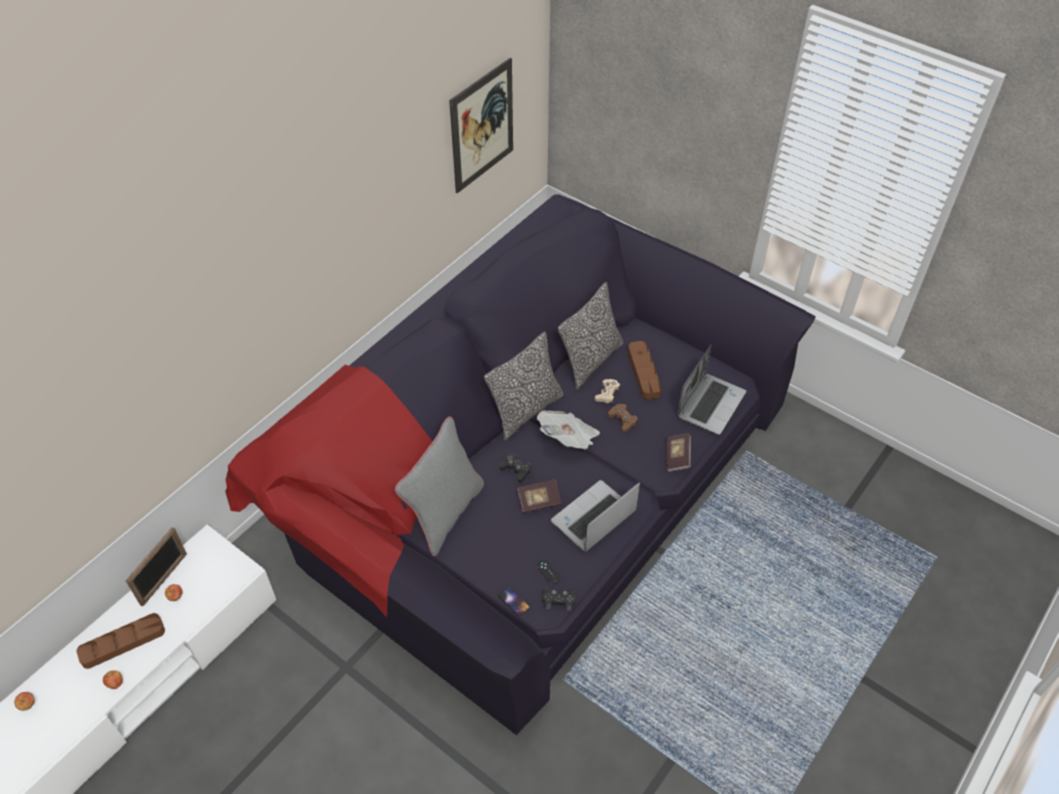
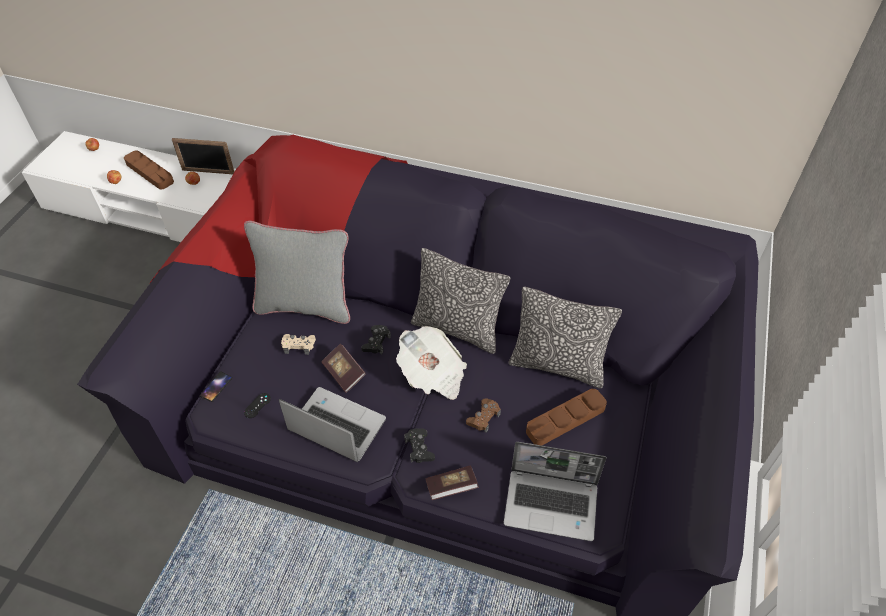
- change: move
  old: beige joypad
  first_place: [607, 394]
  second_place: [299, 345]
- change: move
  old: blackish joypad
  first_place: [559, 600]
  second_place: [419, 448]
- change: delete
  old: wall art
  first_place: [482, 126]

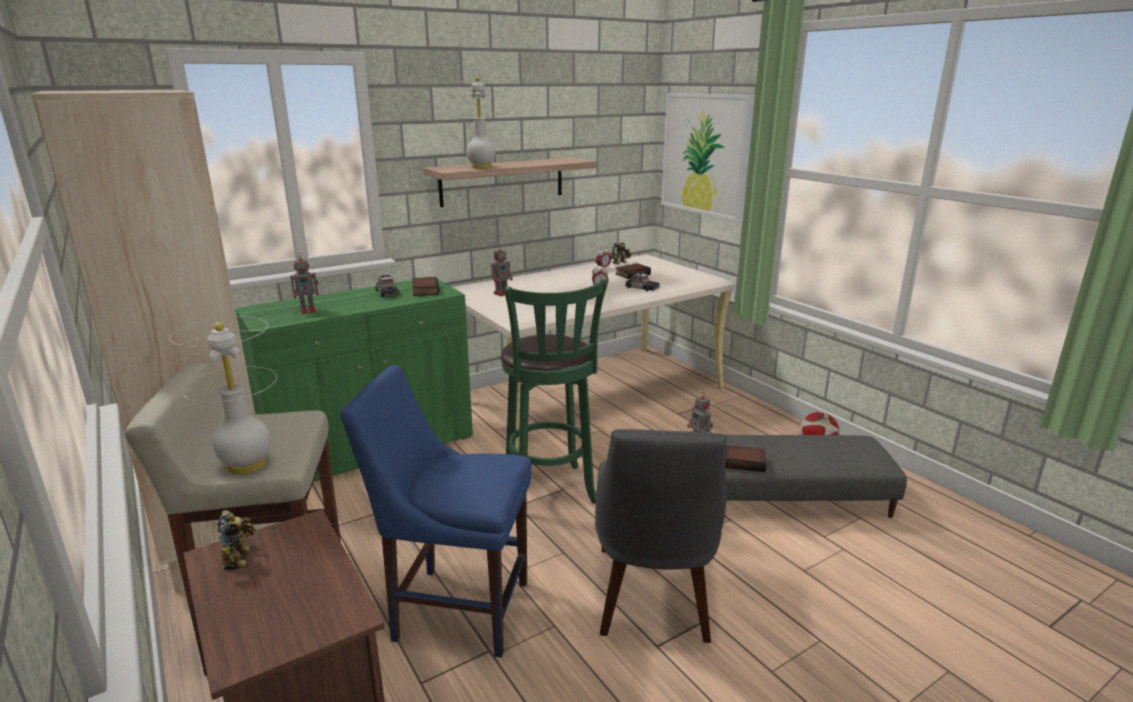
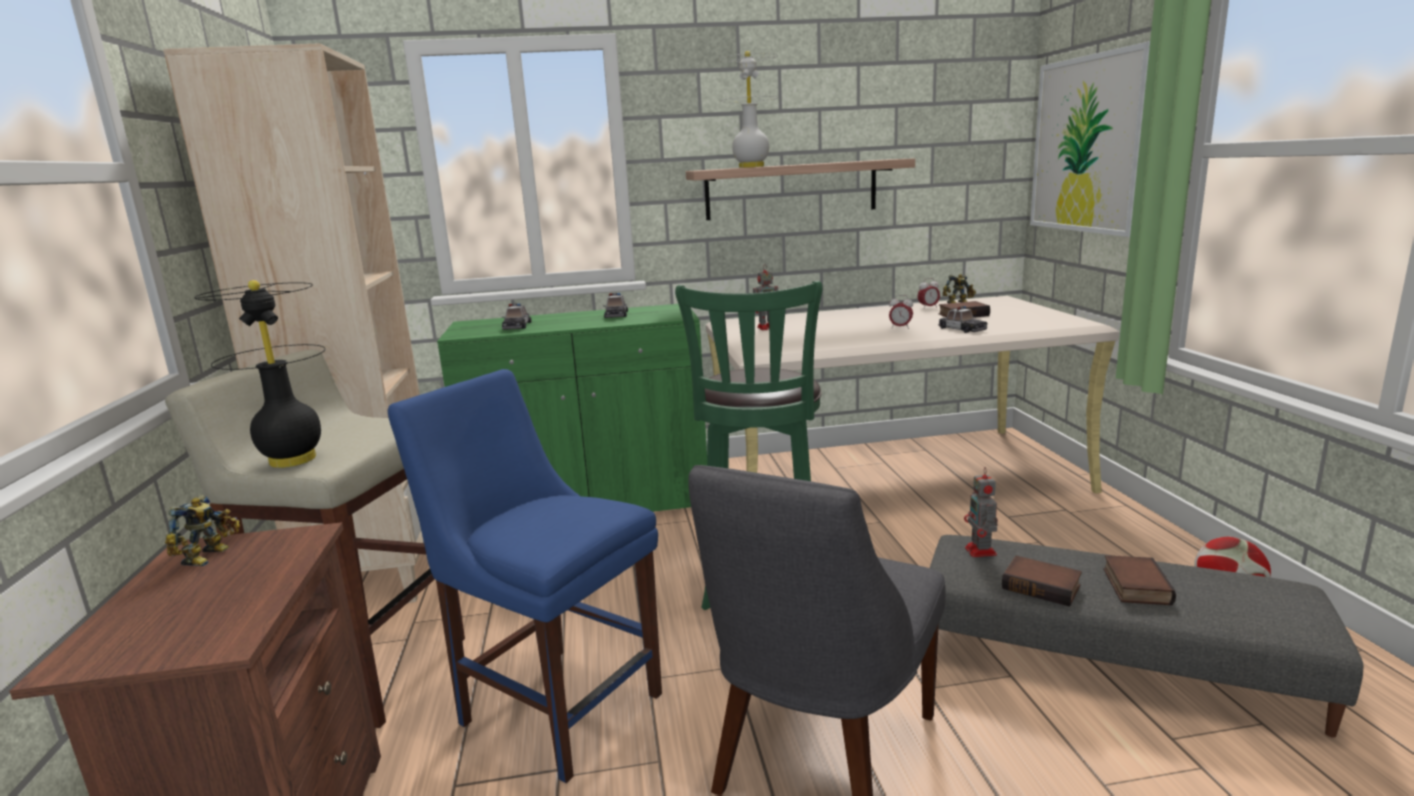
- change: recolor
  old: whitish lamp for a table
  new: blackish lamp for a table
  first_place: [247, 464]
  second_place: [294, 459]
- change: replace
  old: toy robot
  new: model car
  first_place: [309, 310]
  second_place: [516, 326]
- change: move
  old: book
  first_place: [424, 290]
  second_place: [1134, 586]

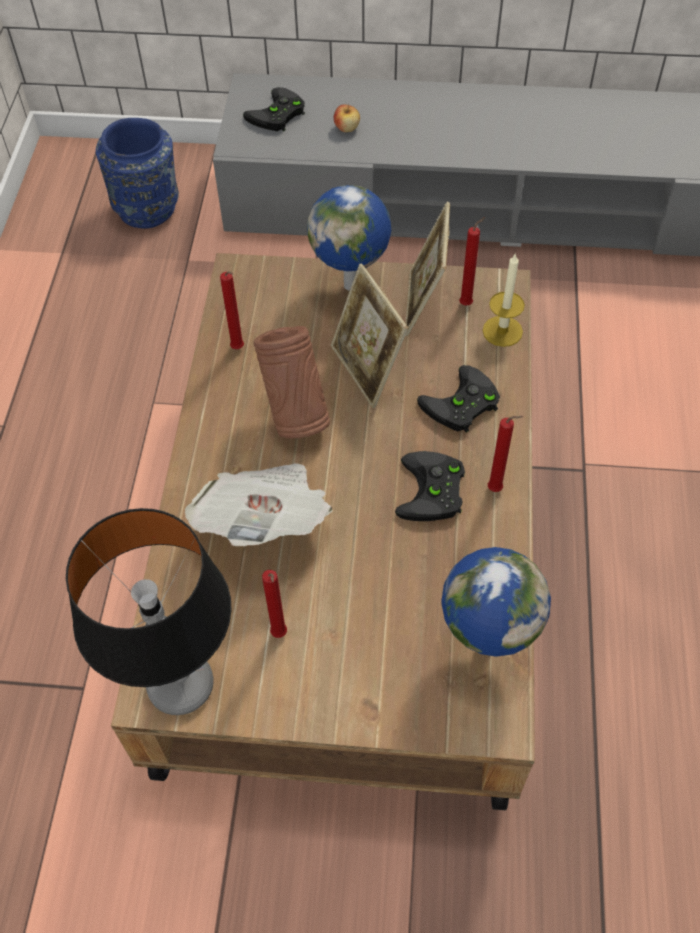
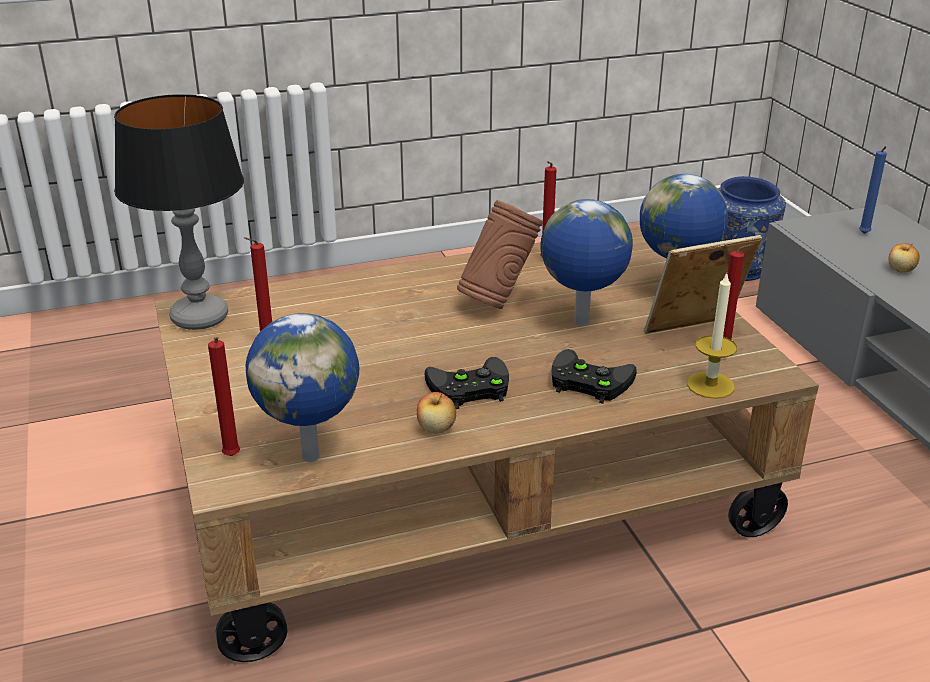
- change: move
  old: red wax light
  first_place: [497, 489]
  second_place: [231, 458]
- change: insert
  new: apple fruit
  second_place: [436, 428]
- change: replace
  old: photo frame
  new: world globe
  first_place: [367, 370]
  second_place: [581, 323]
- change: replace
  old: blackish joypad
  new: blue-coloured wax light
  first_place: [277, 115]
  second_place: [864, 234]
- change: delete
  old: newspaper
  first_place: [266, 521]

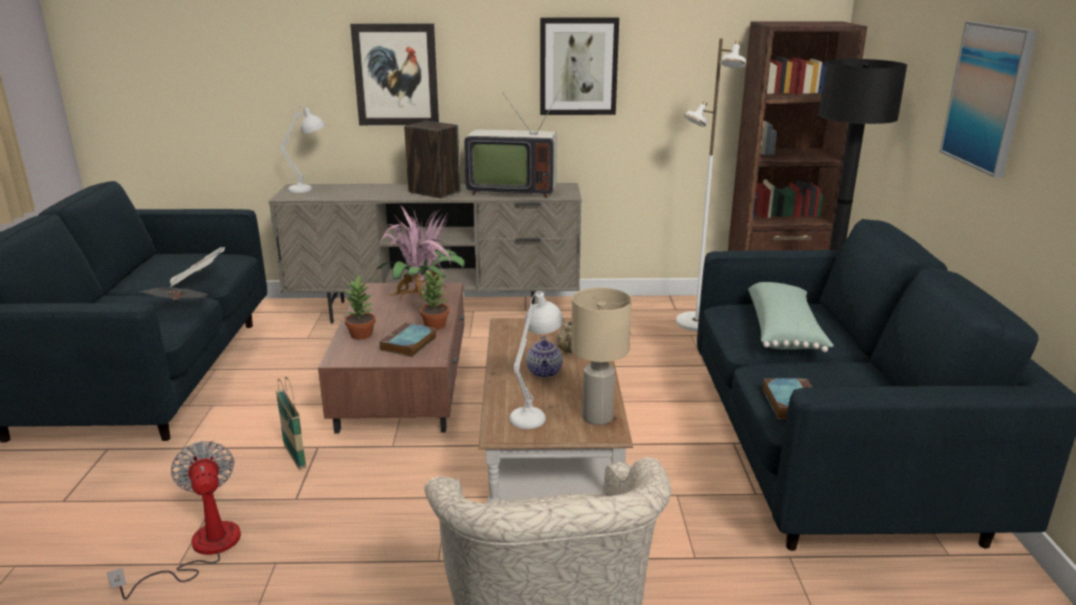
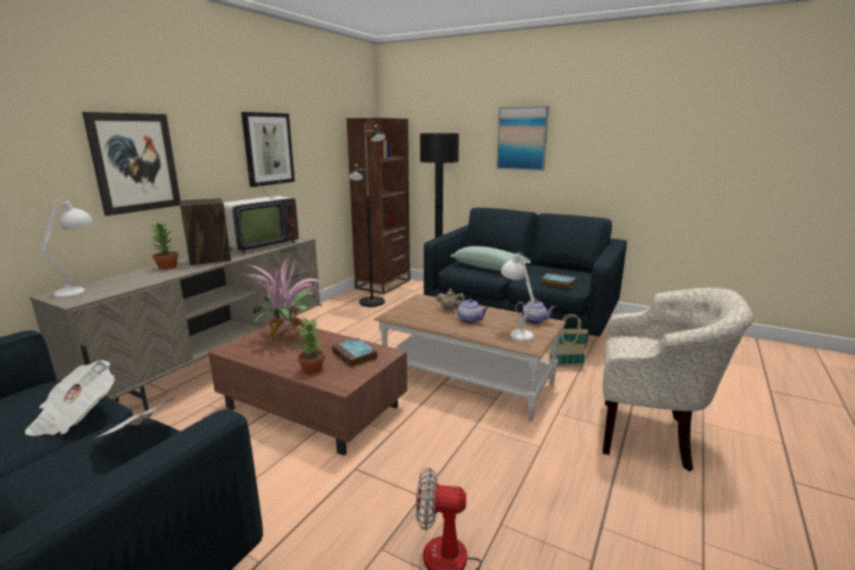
- change: move
  old: houseplant
  first_place: [434, 325]
  second_place: [167, 267]
- change: recolor
  old: whitish standing lamp
  new: blackish standing lamp
  first_place: [696, 323]
  second_place: [372, 302]
- change: replace
  old: beige lamp for a table
  new: tea pot
  first_place: [598, 417]
  second_place: [534, 321]
- change: move
  old: storage basket
  first_place: [294, 456]
  second_place: [566, 365]

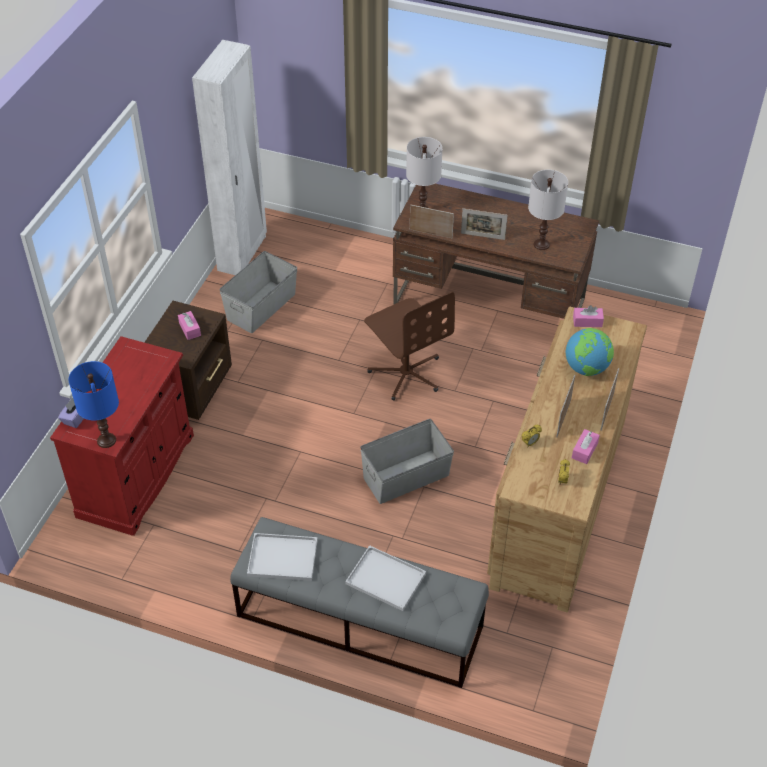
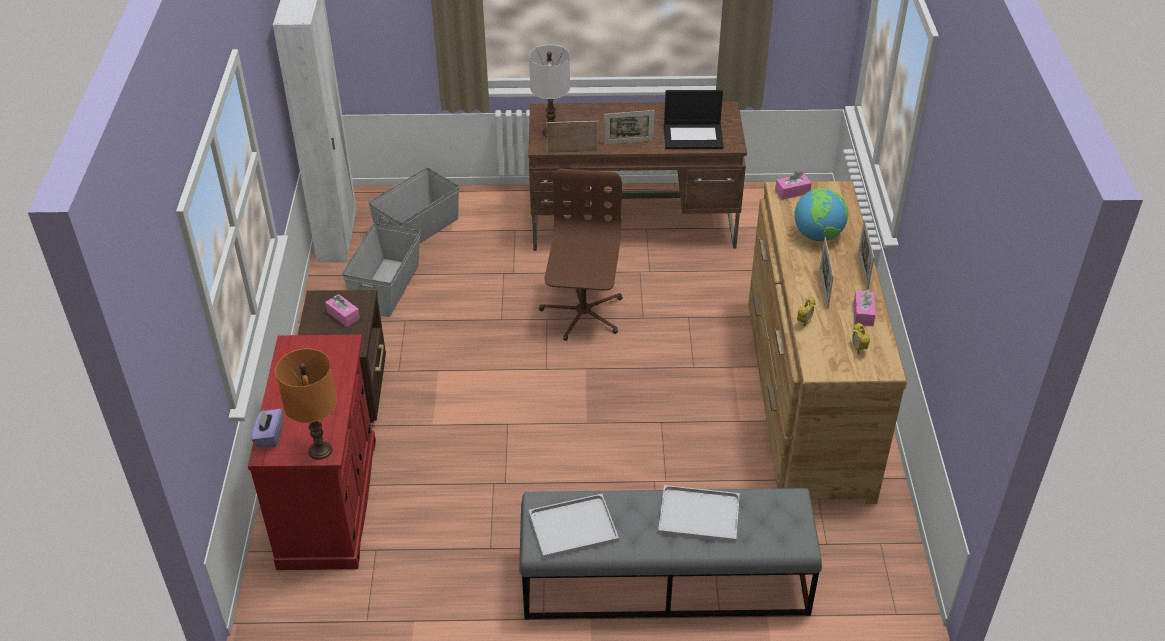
- change: recolor
  old: blue-coloured lamp for a table
  new: orange-coloured lamp for a table
  first_place: [106, 440]
  second_place: [320, 450]
- change: move
  old: greyish storage container
  first_place: [405, 476]
  second_place: [417, 229]
- change: rotate
  old: brown computer chair
  first_place: [406, 373]
  second_place: [582, 313]
  degrees: -120
- change: replace
  old: whitish lamp for a table
  new: notebook computer
  first_place: [541, 244]
  second_place: [693, 136]

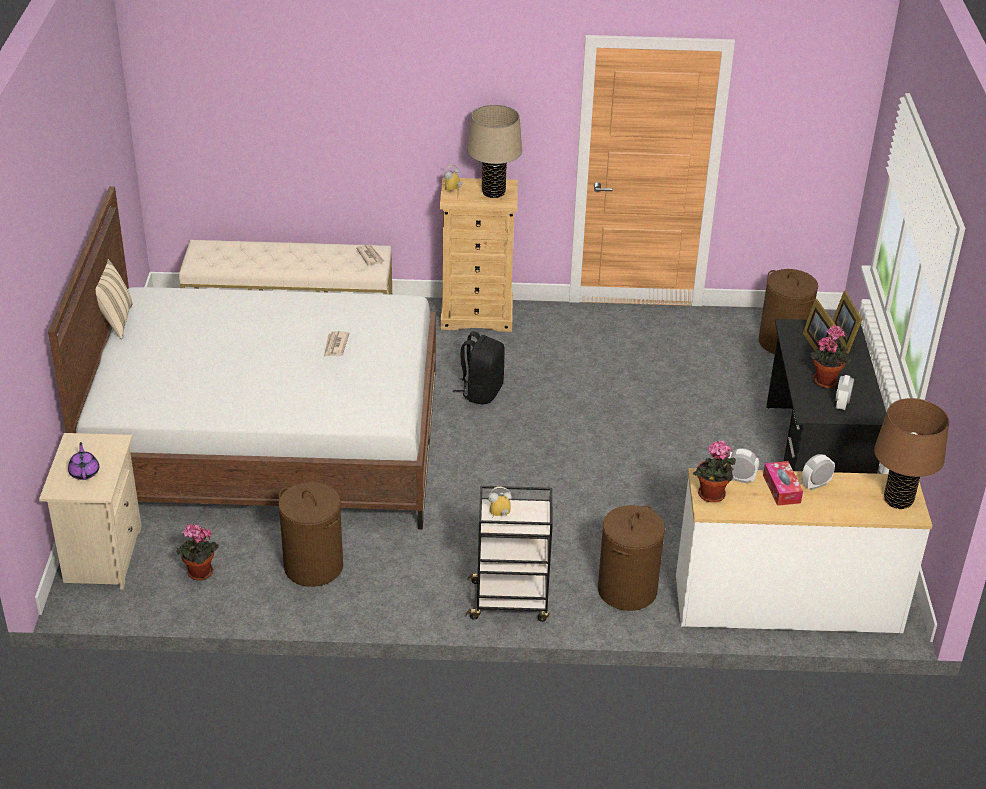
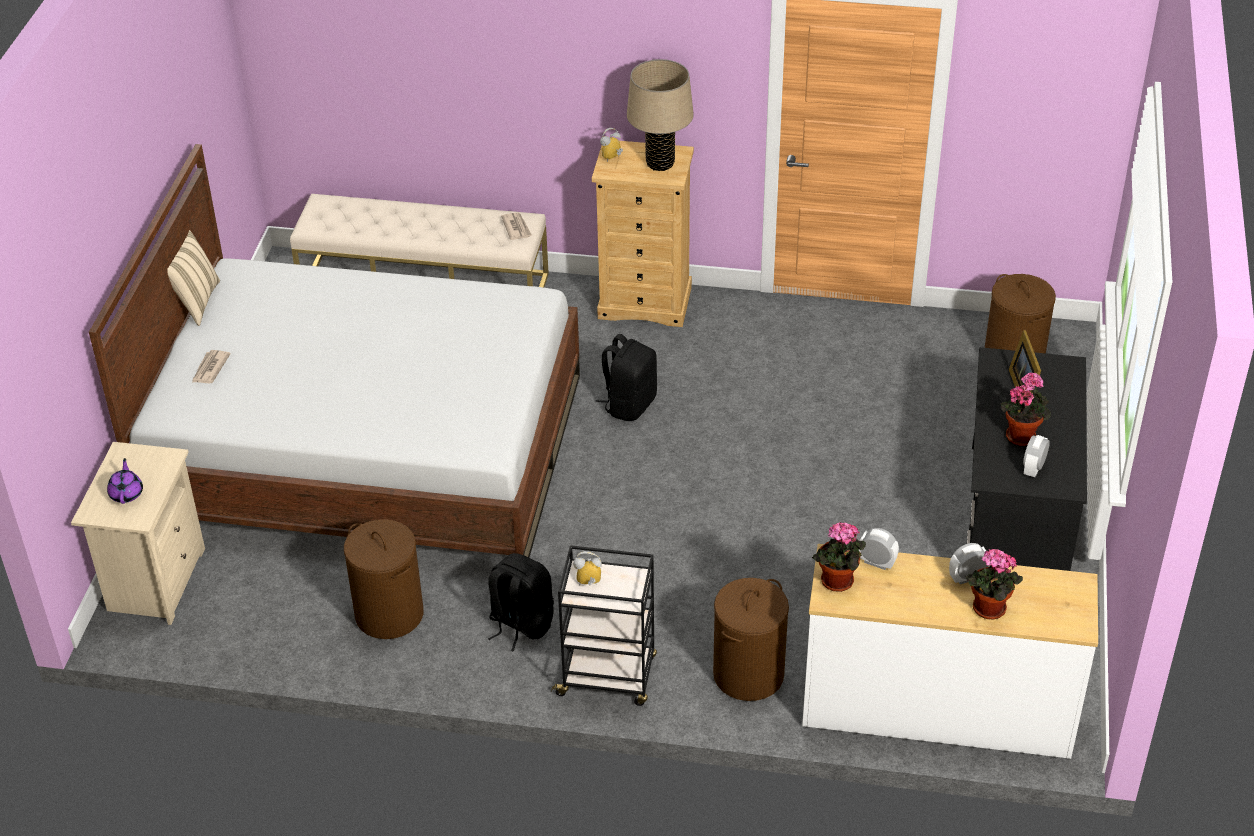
- change: move
  old: newspaper
  first_place: [335, 345]
  second_place: [210, 369]
- change: insert
  new: blackish rucksack
  second_place: [520, 624]
- change: move
  old: houseplant
  first_place: [199, 574]
  second_place: [987, 610]
- change: delete
  old: box of tissues
  first_place: [781, 489]
- change: delete
  old: photo frame
  first_place: [845, 337]
- change: delete
  old: brown lamp for a table
  first_place: [898, 500]

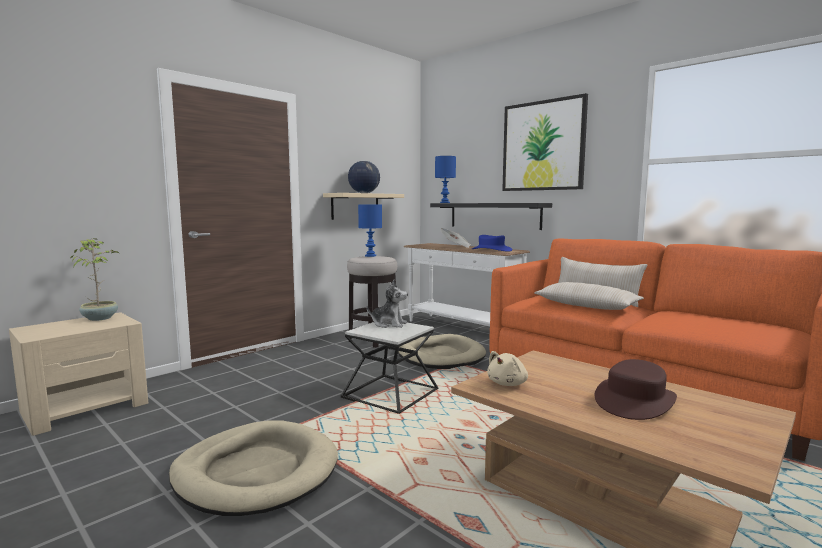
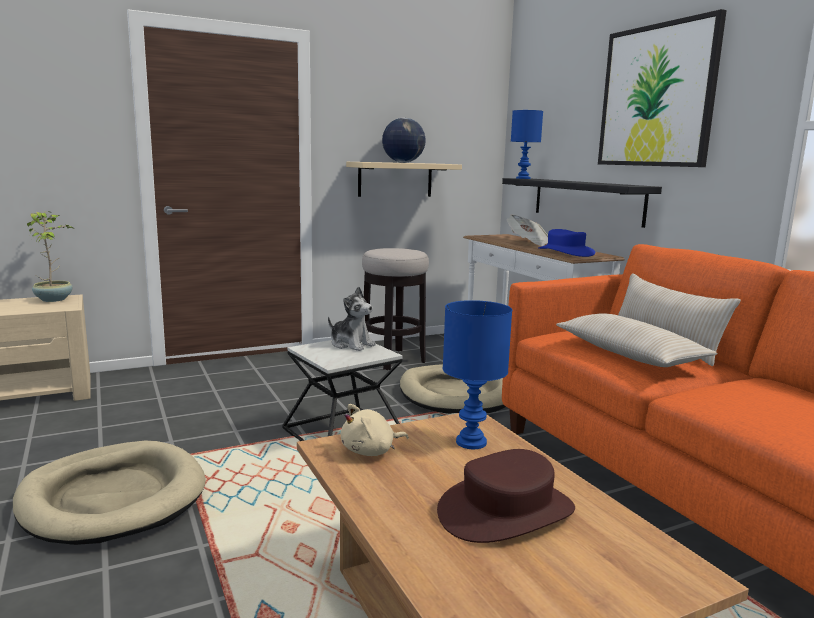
- change: move
  old: blue-coloured lamp for a table
  first_place: [370, 256]
  second_place: [472, 442]

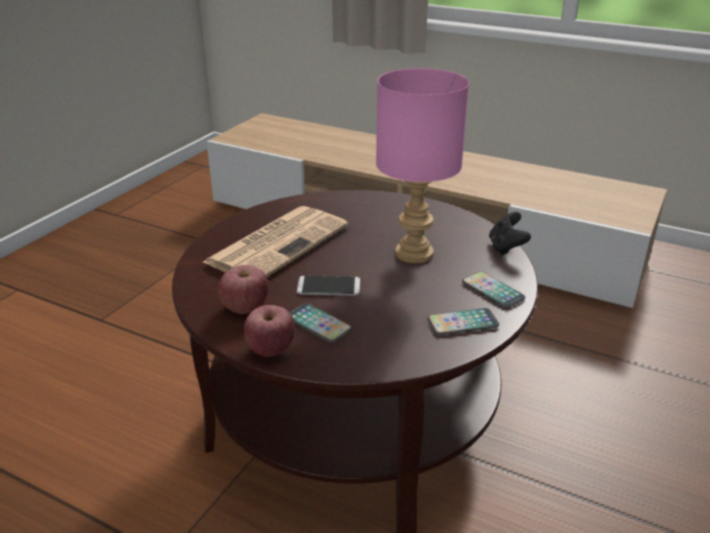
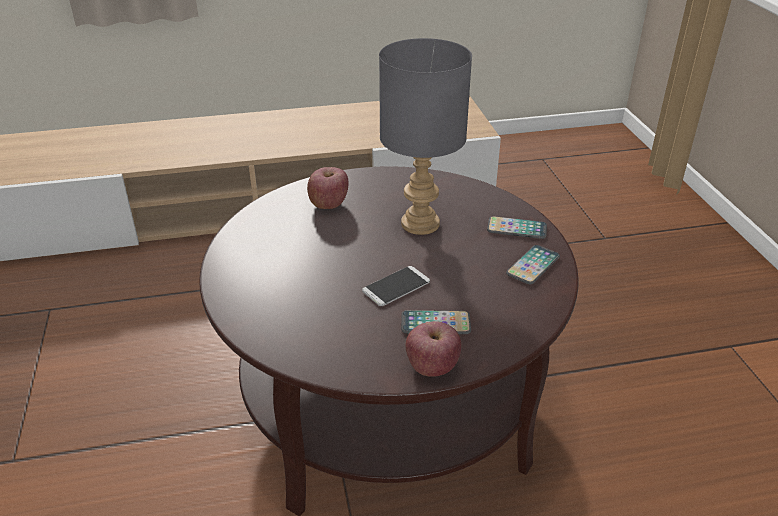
- change: move
  old: apple fruit
  first_place: [245, 307]
  second_place: [328, 204]
- change: recolor
  old: pink lamp for a table
  new: greyish lamp for a table
  first_place: [412, 253]
  second_place: [419, 224]
- change: delete
  old: newspaper
  first_place: [278, 243]
- change: delete
  old: blackish joypad
  first_place: [506, 247]

